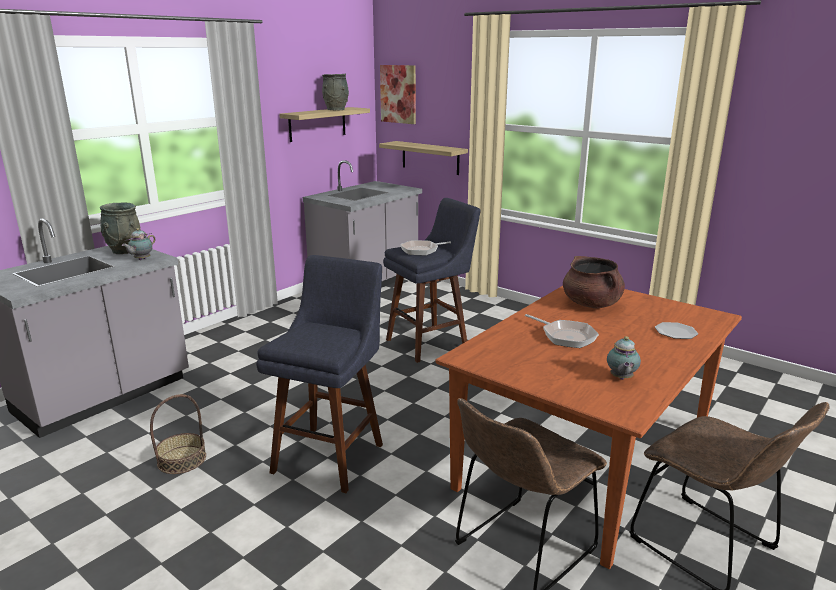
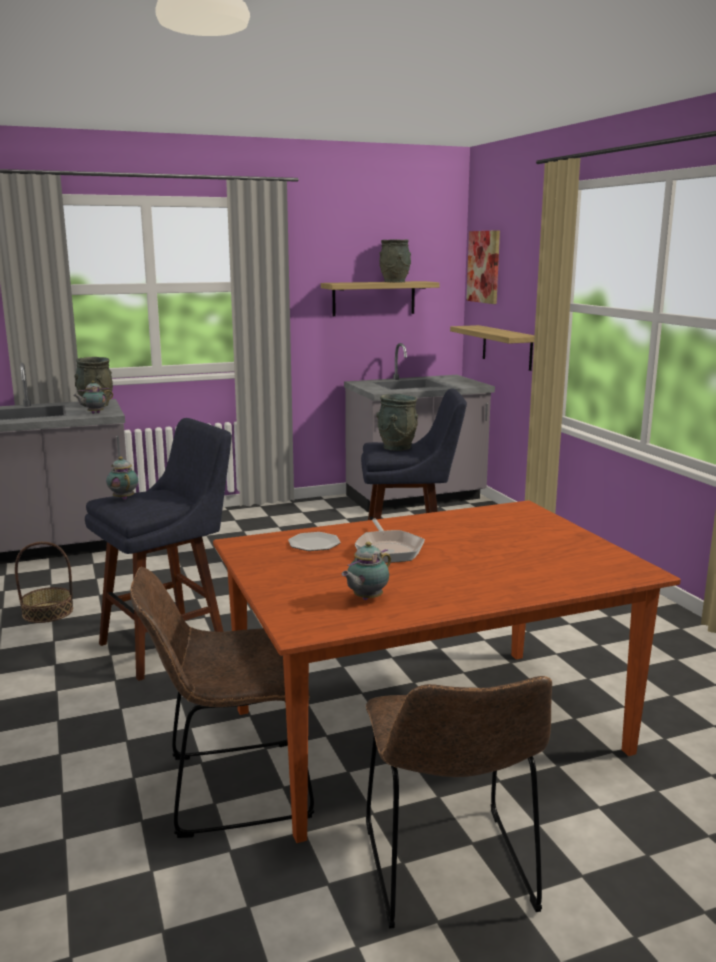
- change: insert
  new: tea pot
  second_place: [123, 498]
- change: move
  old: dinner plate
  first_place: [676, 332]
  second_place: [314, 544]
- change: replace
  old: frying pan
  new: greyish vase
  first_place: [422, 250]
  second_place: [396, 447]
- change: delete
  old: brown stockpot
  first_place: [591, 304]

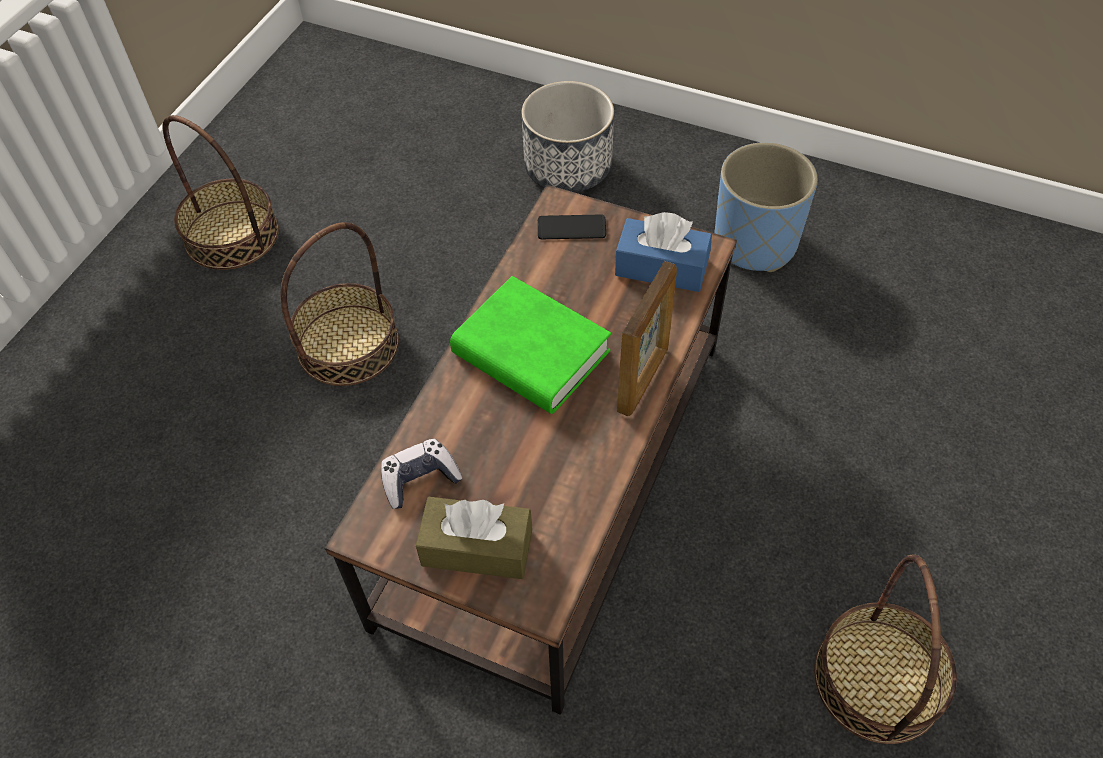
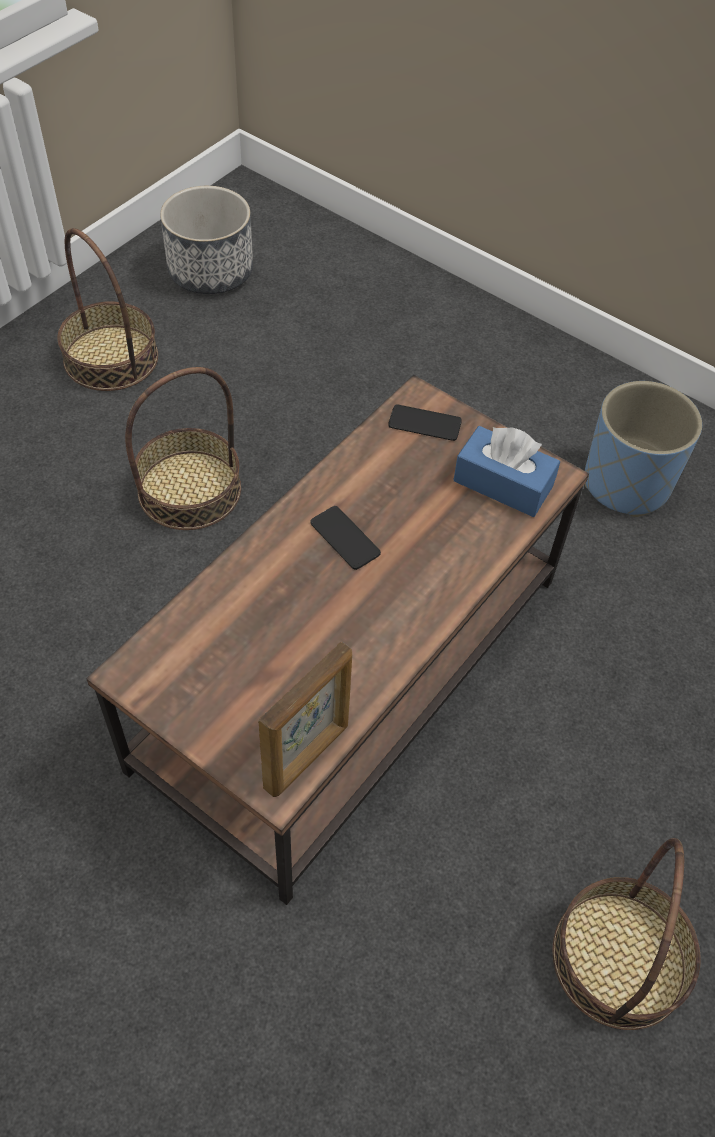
- change: move
  old: flower pot
  first_place: [567, 168]
  second_place: [210, 272]
- change: move
  old: photo frame
  first_place: [643, 379]
  second_place: [308, 756]
- change: replace
  old: green book
  new: phone
  first_place: [531, 353]
  second_place: [345, 538]
- change: delete
  old: joypad
  first_place: [420, 479]
- change: delete
  old: brown box of tissues
  first_place: [477, 548]

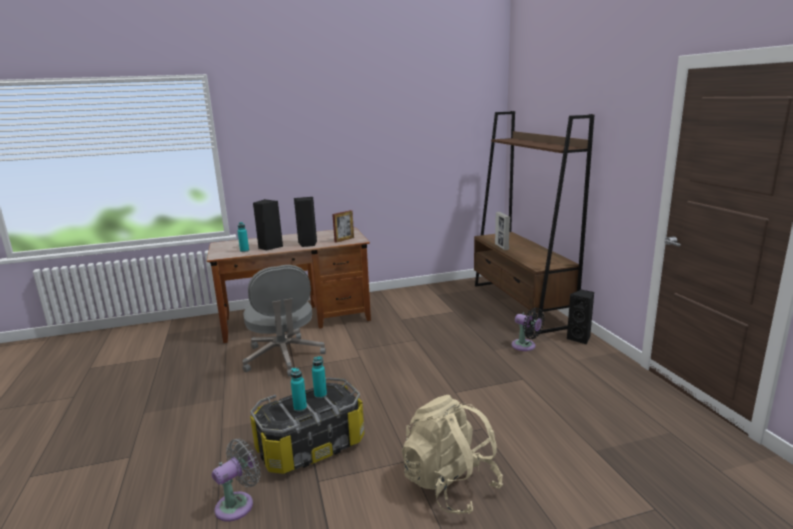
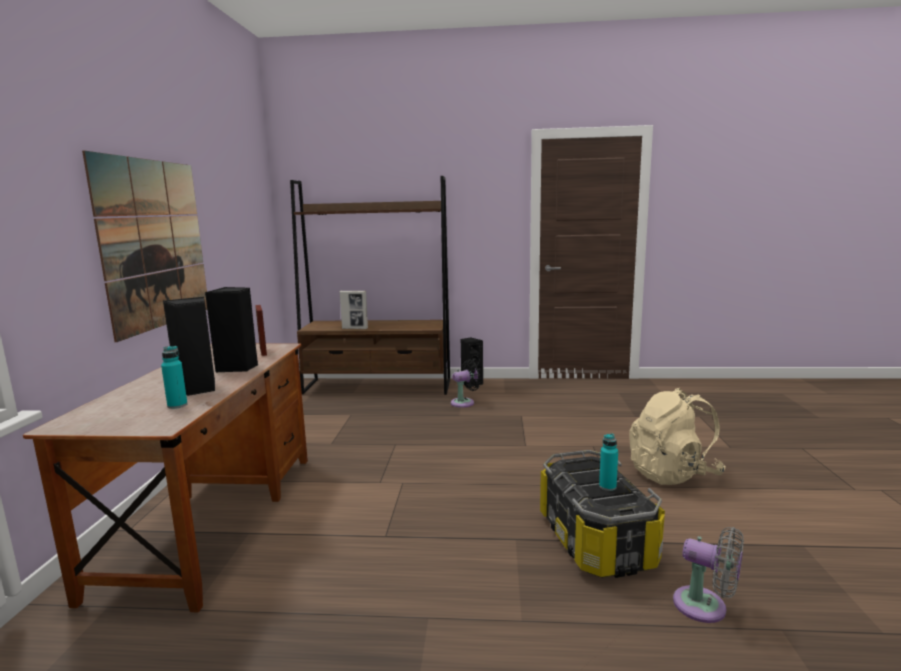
- change: insert
  new: wall art
  second_place: [154, 244]
- change: rotate
  old: greyish fan
  first_place: [238, 504]
  second_place: [705, 607]
  degrees: 150
- change: delete
  old: greyish computer chair
  first_place: [283, 357]
- change: delete
  old: blue-green drink bottle
  first_place: [320, 395]

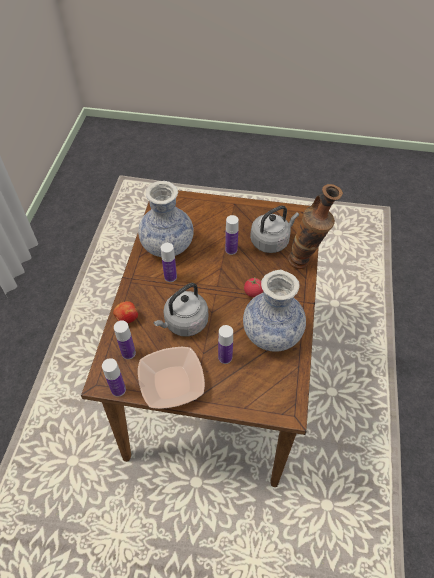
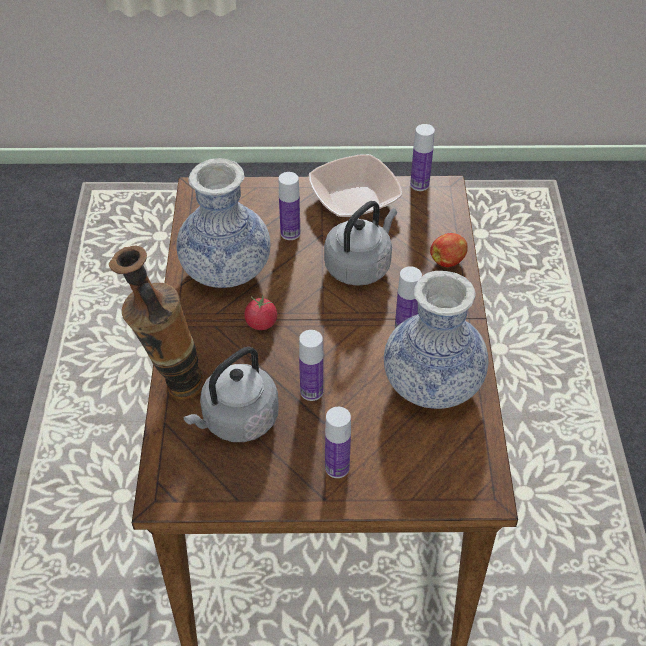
- change: move
  old: drink bottle
  first_place: [128, 353]
  second_place: [337, 467]

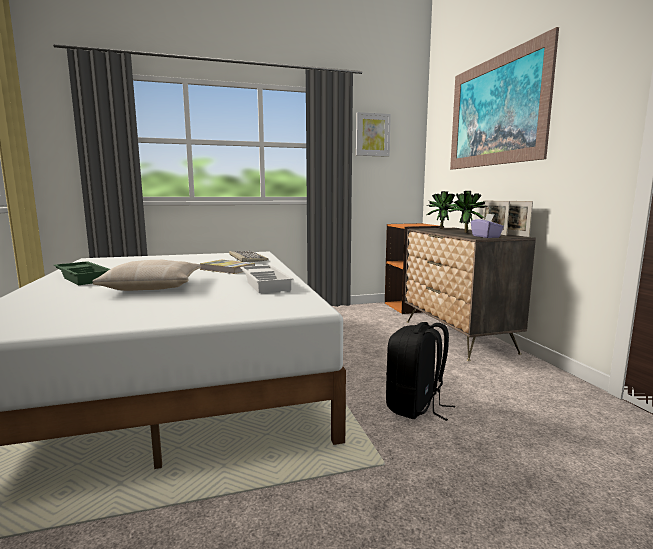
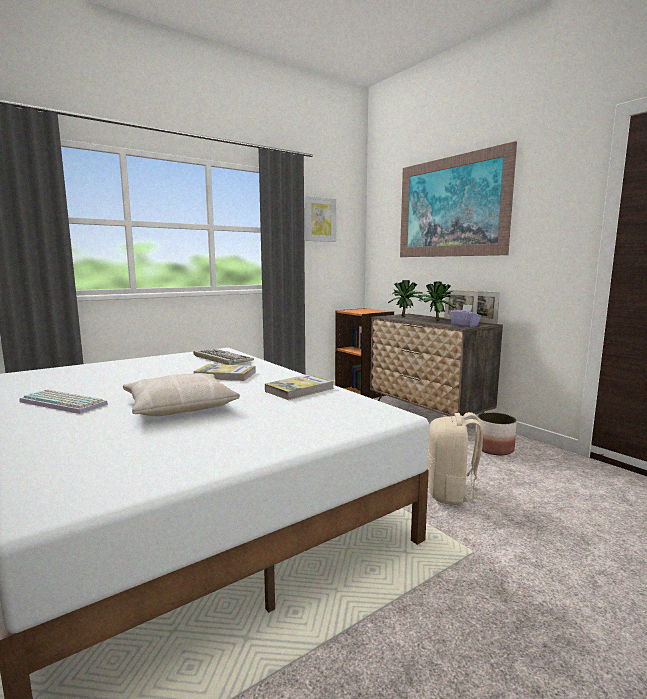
- change: replace
  old: green serving tray
  new: computer keyboard
  first_place: [84, 277]
  second_place: [65, 403]
- change: replace
  old: whitish serving tray
  new: book
  first_place: [266, 283]
  second_place: [299, 390]
- change: recolor
  old: blackish rucksack
  new: beige rucksack
  first_place: [415, 407]
  second_place: [451, 493]
- change: insert
  new: flower pot
  second_place: [494, 448]

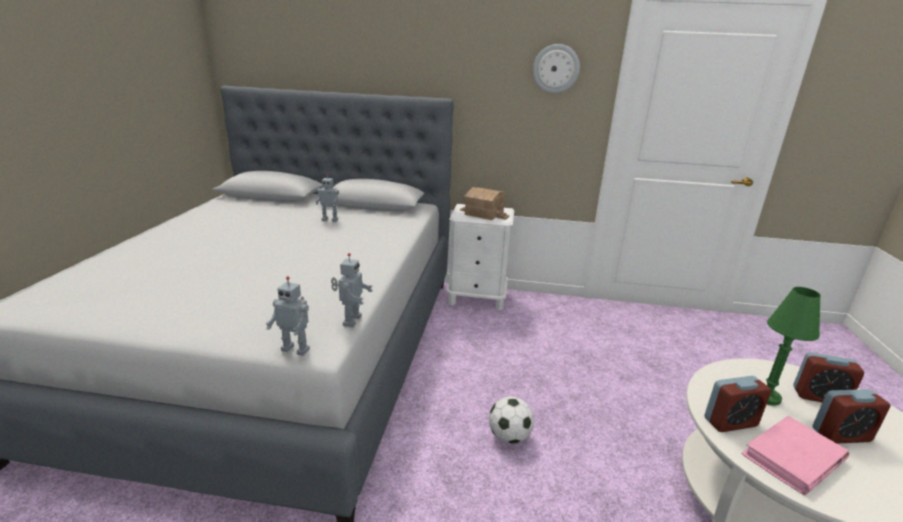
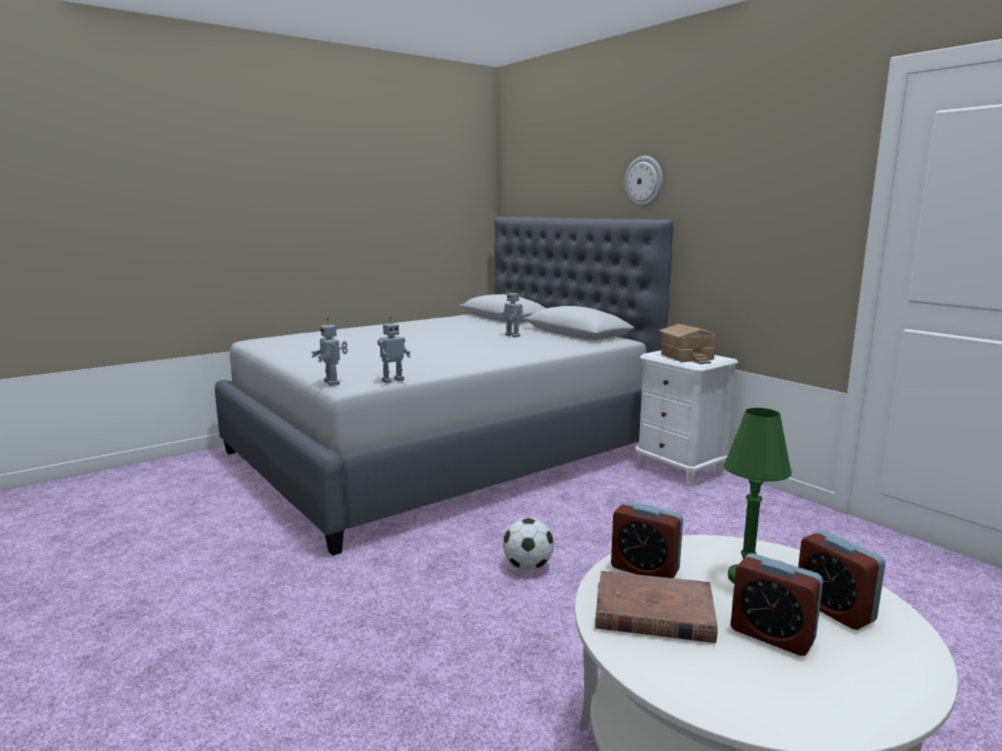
- change: recolor
  old: pink book
  new: brown book
  first_place: [793, 458]
  second_place: [652, 613]
- change: move
  old: hanging clock
  first_place: [555, 69]
  second_place: [644, 181]

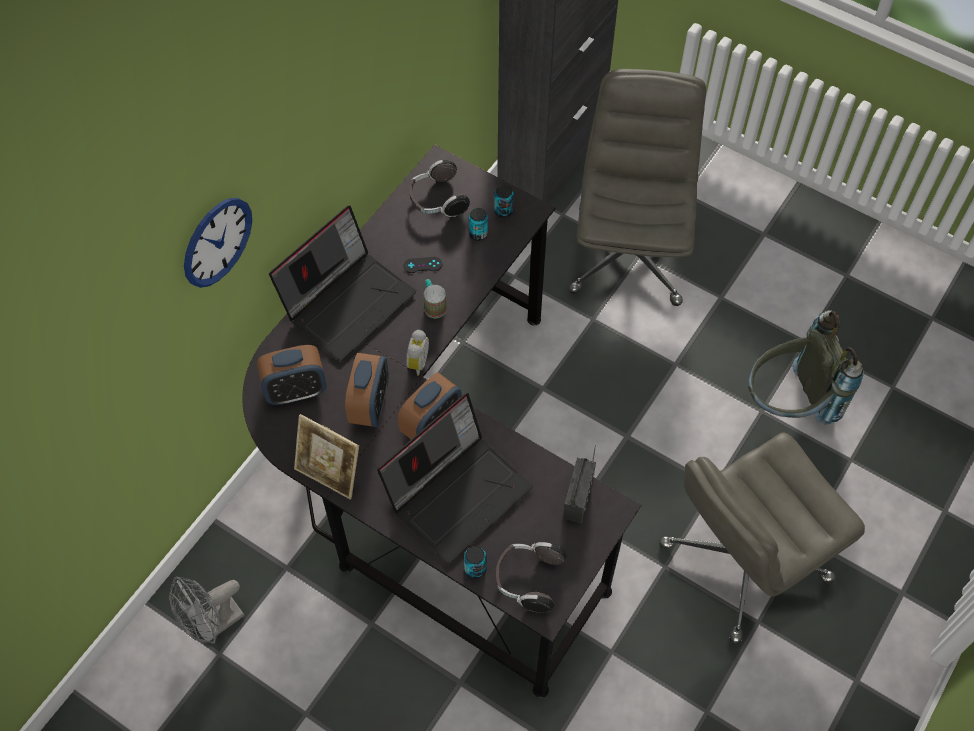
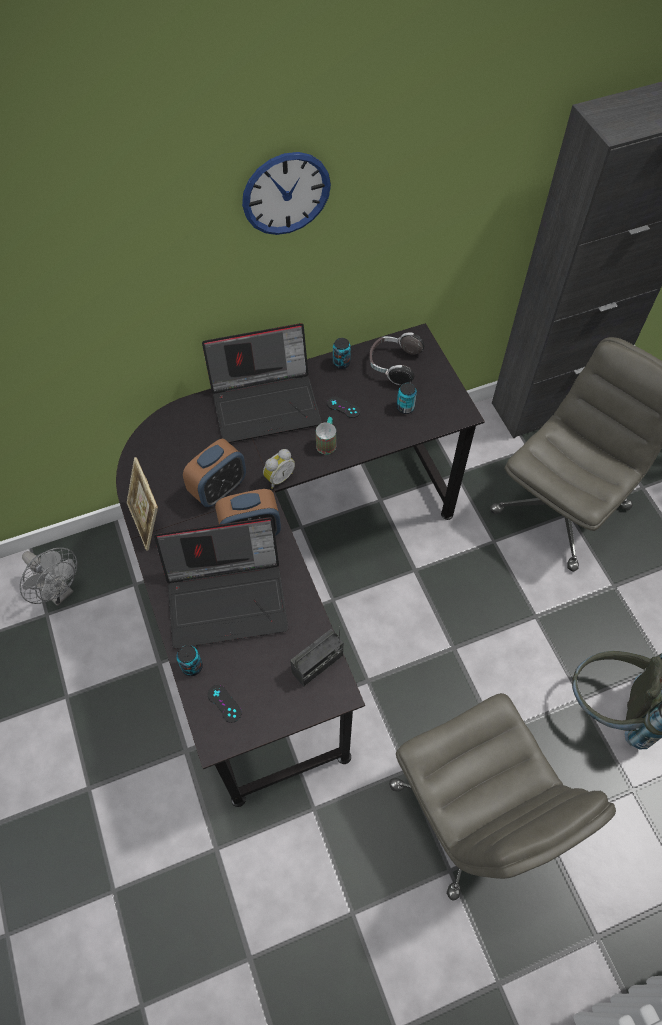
- change: rotate
  old: greyish fan
  first_place: [214, 624]
  second_place: [59, 592]
  degrees: -135
- change: replace
  old: headset
  new: blackish joypad
  first_place: [527, 579]
  second_place: [224, 703]
- change: move
  old: hanging clock
  first_place: [217, 242]
  second_place: [286, 193]
- change: move
  old: sealed can
  first_place: [503, 211]
  second_place: [341, 363]
- change: rotate
  old: greyish computer chair
  first_place: [743, 563]
  second_place: [473, 813]
  degrees: -120
- change: delete
  old: bedside clock
  first_place: [296, 391]

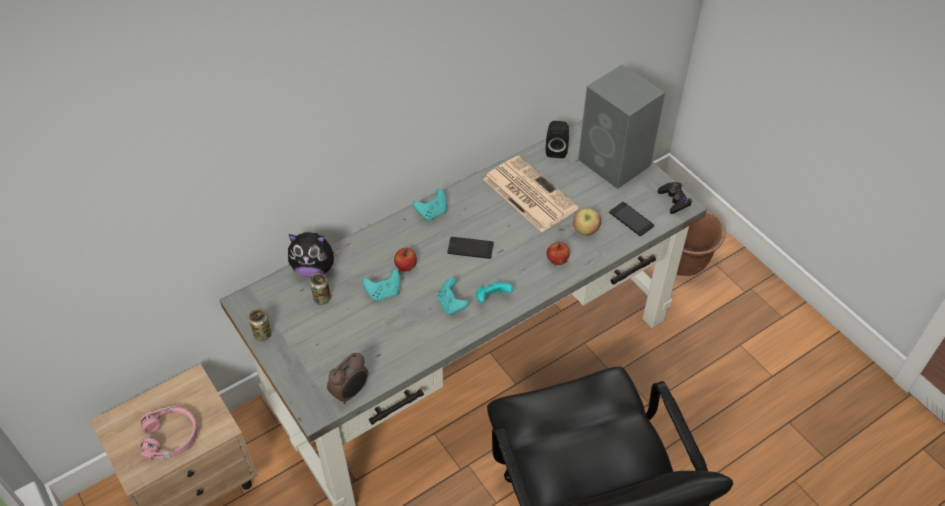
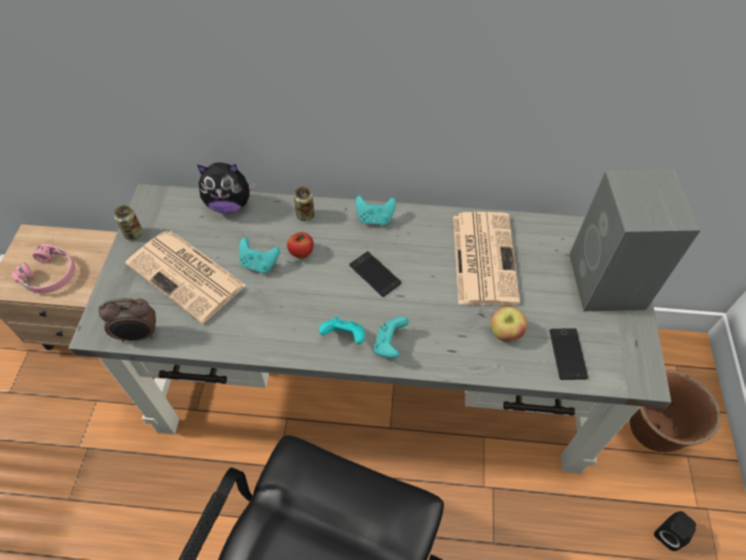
- change: insert
  new: newspaper
  second_place: [187, 275]
- change: rotate
  old: soft toy
  first_place: [314, 268]
  second_place: [229, 204]
  degrees: -45
- change: move
  old: sealed can
  first_place: [322, 298]
  second_place: [305, 215]
- change: move
  old: blue-green joypad
  first_place: [451, 305]
  second_place: [389, 345]
- change: move
  old: blackish loudspeaker
  first_place: [556, 149]
  second_place: [669, 533]
- change: delete
  old: apple fruit
  first_place: [557, 260]
- change: delete
  old: blackish joypad
  first_place: [674, 200]

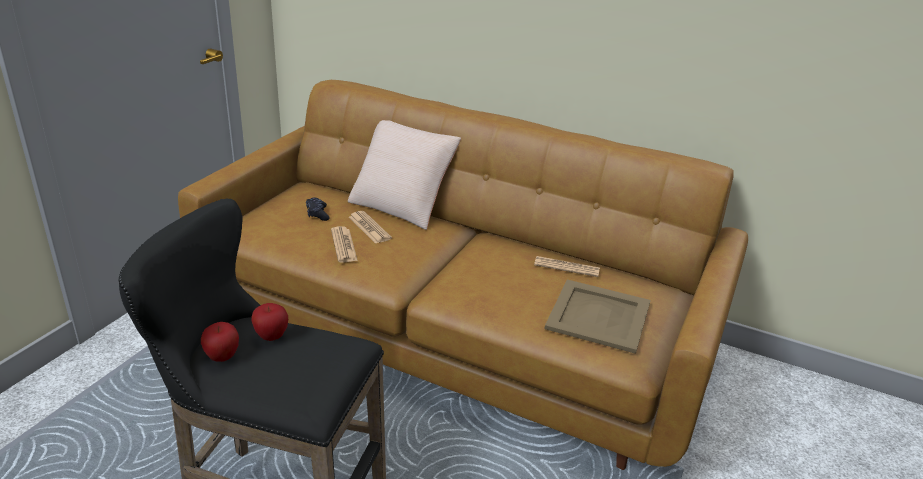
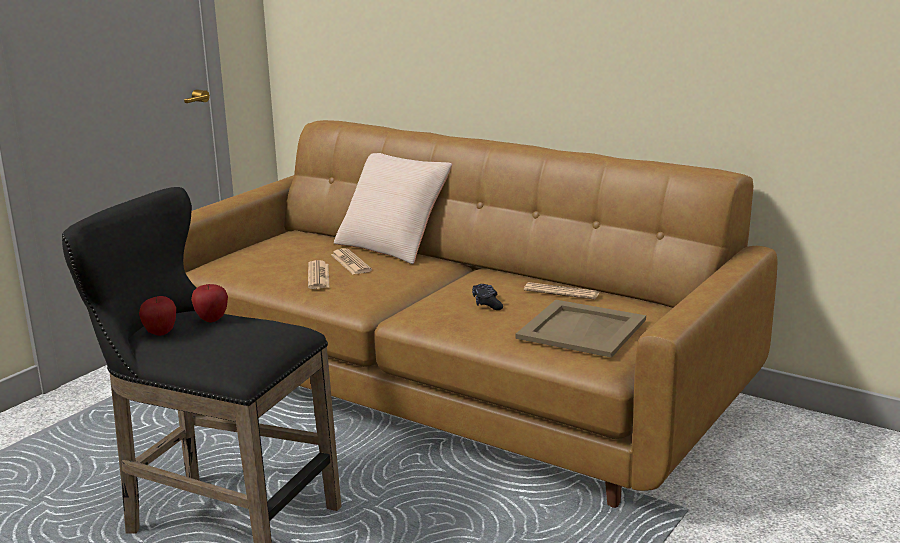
- change: move
  old: blackish joypad
  first_place: [317, 214]
  second_place: [487, 303]

